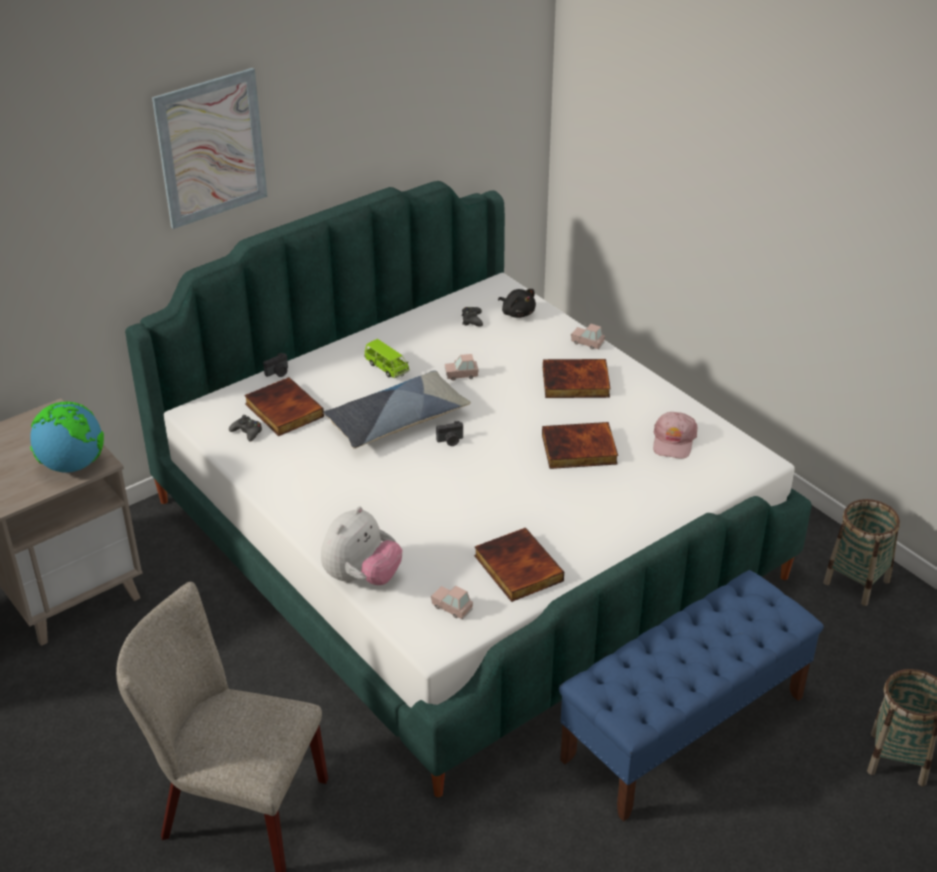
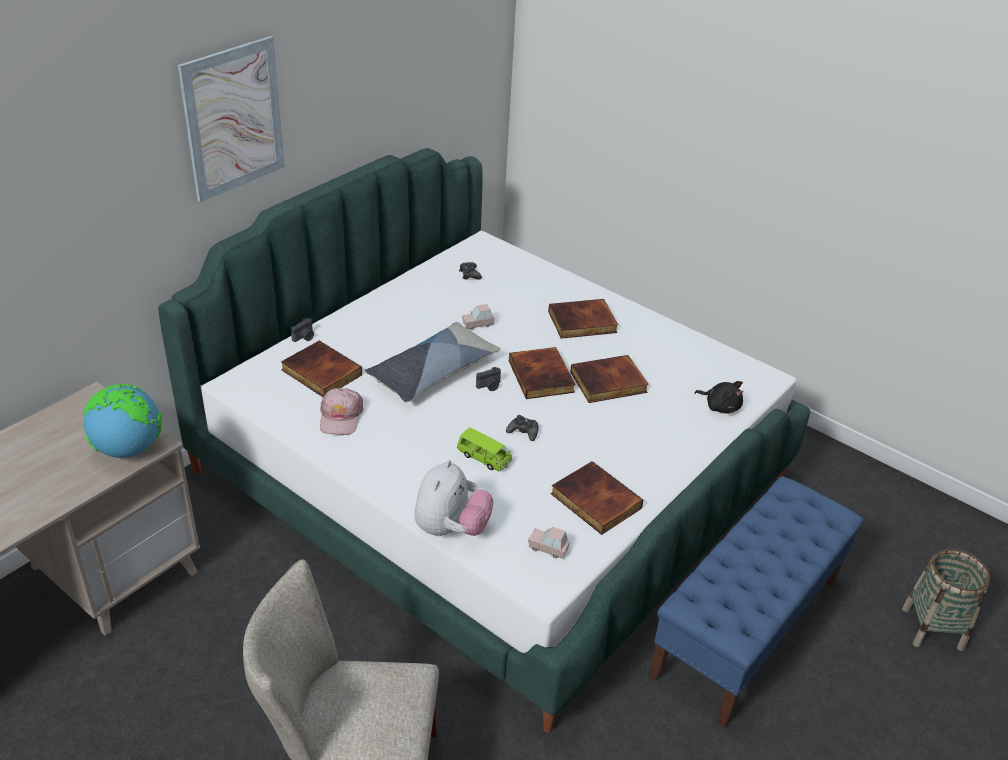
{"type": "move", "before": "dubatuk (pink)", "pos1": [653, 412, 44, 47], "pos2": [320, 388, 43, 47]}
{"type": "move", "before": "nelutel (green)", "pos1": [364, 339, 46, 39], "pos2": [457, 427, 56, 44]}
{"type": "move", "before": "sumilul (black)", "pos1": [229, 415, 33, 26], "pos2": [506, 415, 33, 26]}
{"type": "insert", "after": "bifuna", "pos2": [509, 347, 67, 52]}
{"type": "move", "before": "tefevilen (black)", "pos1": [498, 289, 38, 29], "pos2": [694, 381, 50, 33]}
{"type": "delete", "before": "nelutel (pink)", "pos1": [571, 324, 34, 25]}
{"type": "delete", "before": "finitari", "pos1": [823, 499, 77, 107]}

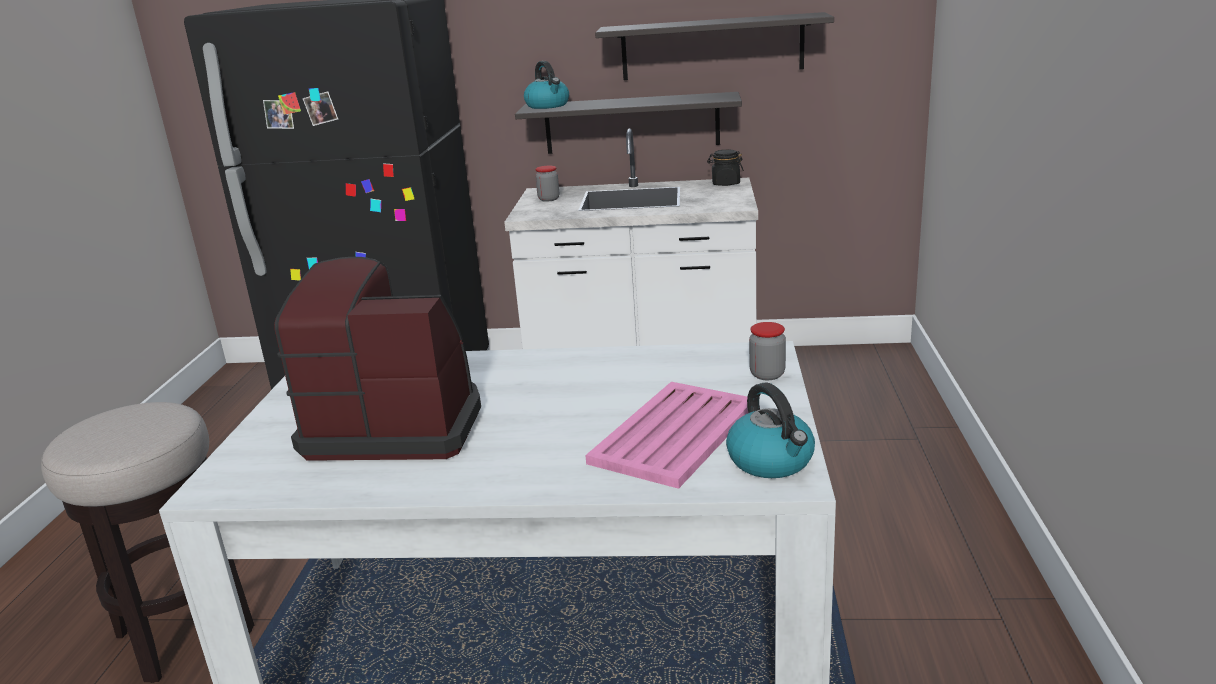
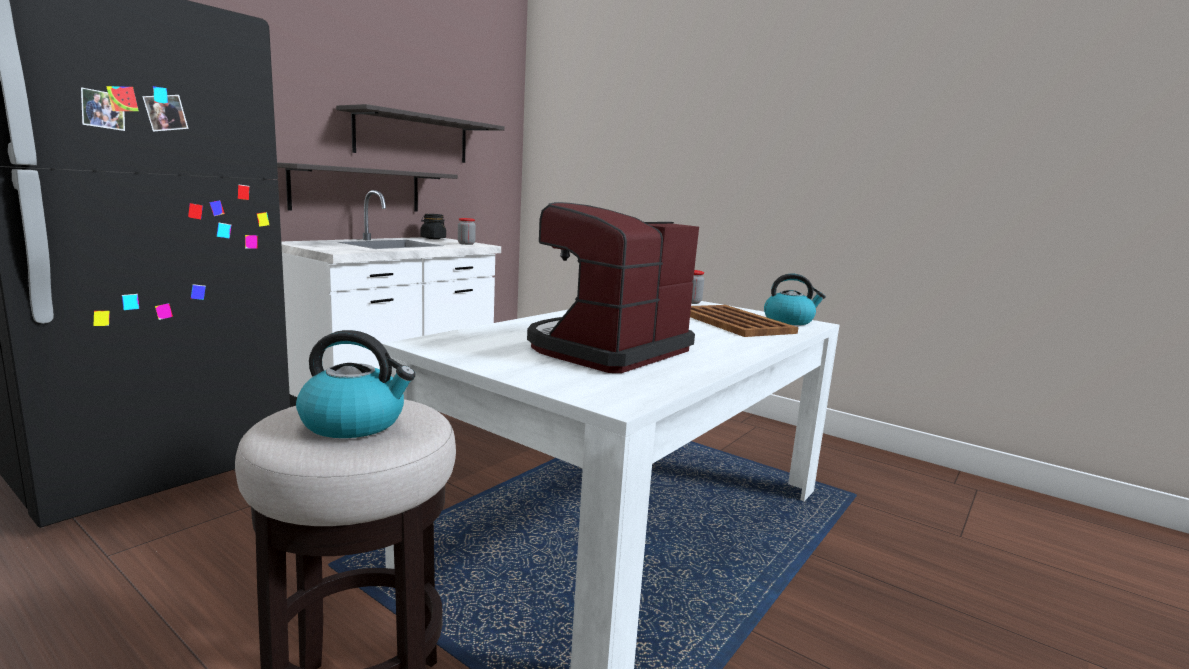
{"type": "move", "before": "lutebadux", "pos1": [524, 61, 45, 48], "pos2": [296, 330, 120, 108]}
{"type": "move", "before": "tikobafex", "pos1": [535, 166, 24, 36], "pos2": [458, 218, 18, 27]}
{"type": "recolor", "before": "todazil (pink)", "after": "todazil (brown)", "pos1": [585, 382, 163, 107], "pos2": [690, 305, 108, 32]}

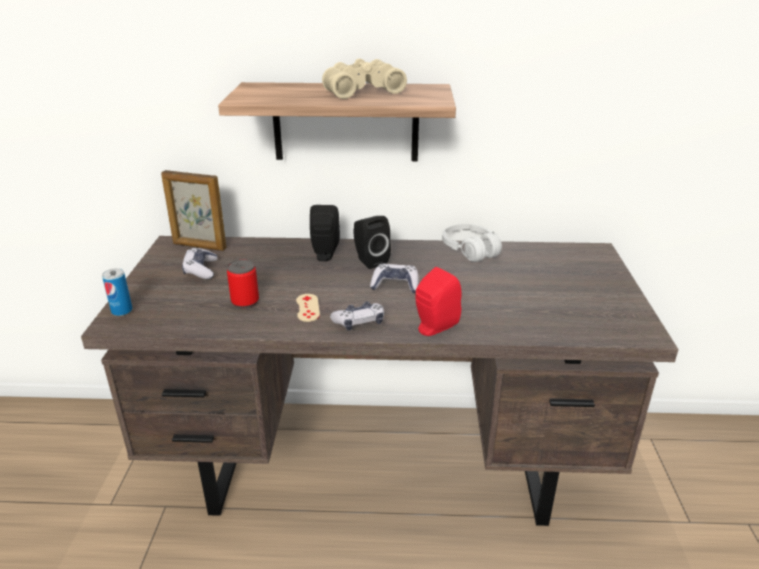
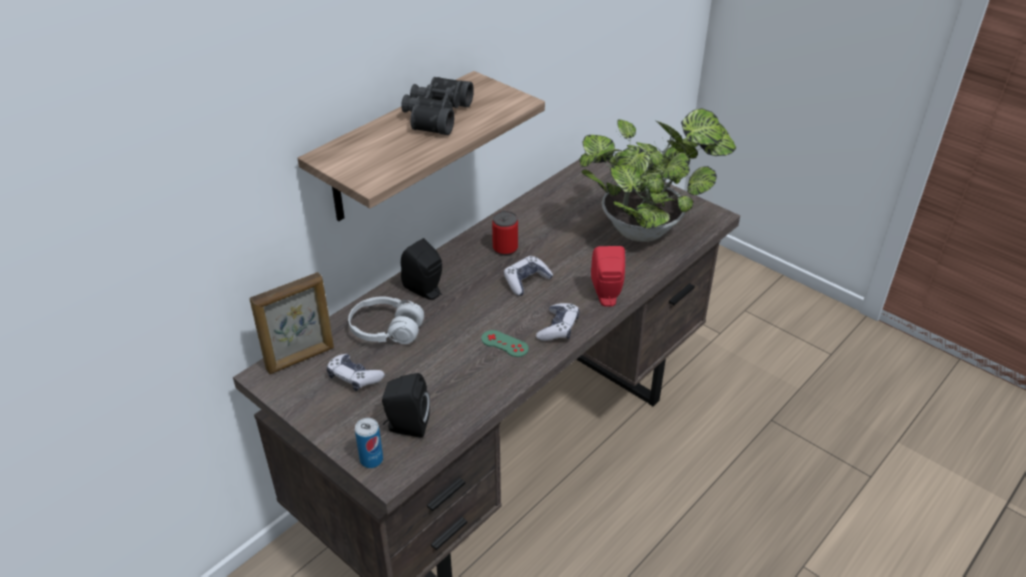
{"type": "move", "before": "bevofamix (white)", "pos1": [442, 224, 60, 38], "pos2": [348, 296, 76, 48]}
{"type": "move", "before": "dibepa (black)", "pos1": [353, 216, 38, 53], "pos2": [382, 373, 48, 65]}
{"type": "recolor", "before": "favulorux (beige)", "after": "favulorux (black)", "pos1": [322, 58, 85, 41], "pos2": [401, 77, 73, 58]}
{"type": "recolor", "before": "sumilul (beige)", "after": "sumilul (green)", "pos1": [296, 294, 24, 28], "pos2": [481, 330, 48, 27]}
{"type": "move", "before": "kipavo", "pos1": [227, 259, 32, 50], "pos2": [492, 211, 26, 45]}
{"type": "insert", "after": "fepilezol", "pos2": [579, 108, 157, 134]}

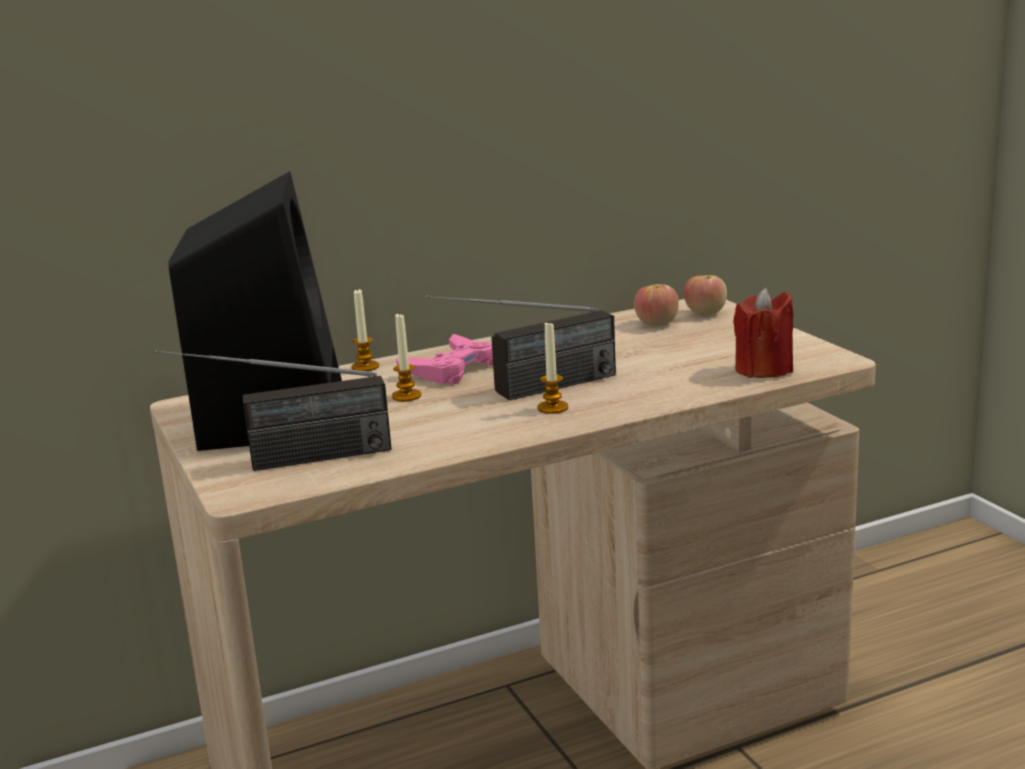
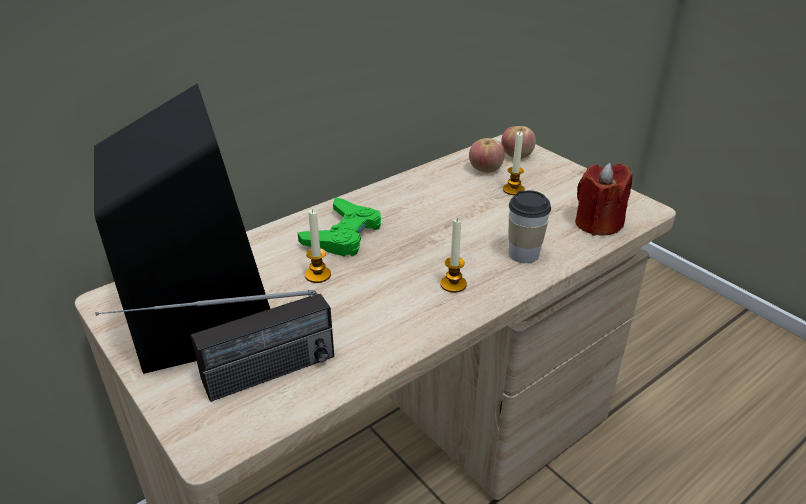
{"type": "recolor", "before": "sumilul (pink)", "after": "sumilul (green)", "pos1": [396, 334, 97, 51], "pos2": [298, 197, 83, 60]}
{"type": "move", "before": "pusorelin", "pos1": [351, 288, 28, 83], "pos2": [503, 132, 22, 63]}
{"type": "insert", "after": "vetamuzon", "pos2": [509, 190, 42, 73]}
{"type": "delete", "before": "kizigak", "pos1": [425, 295, 191, 106]}

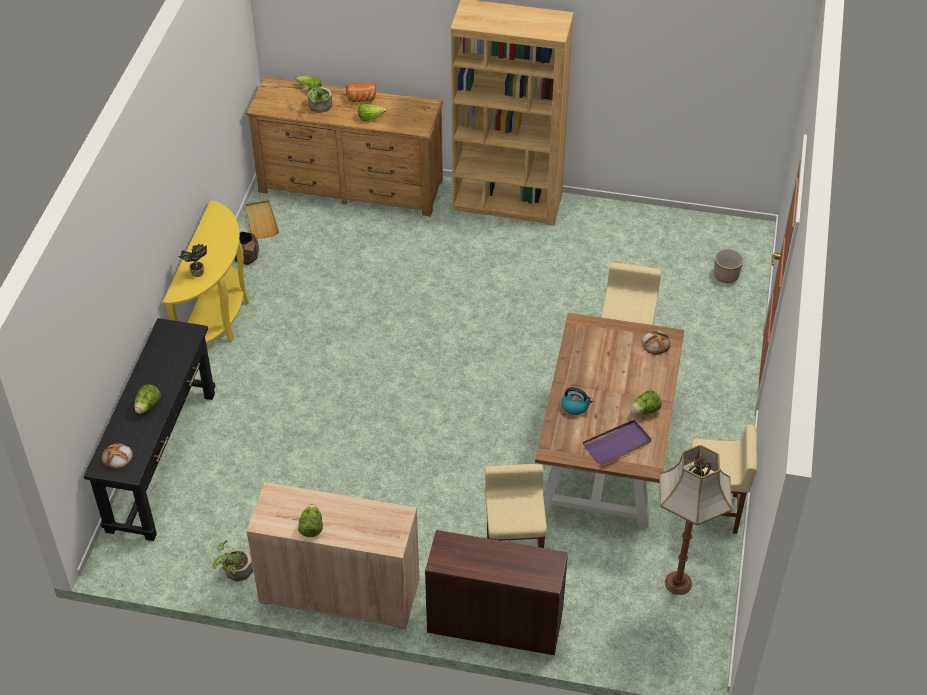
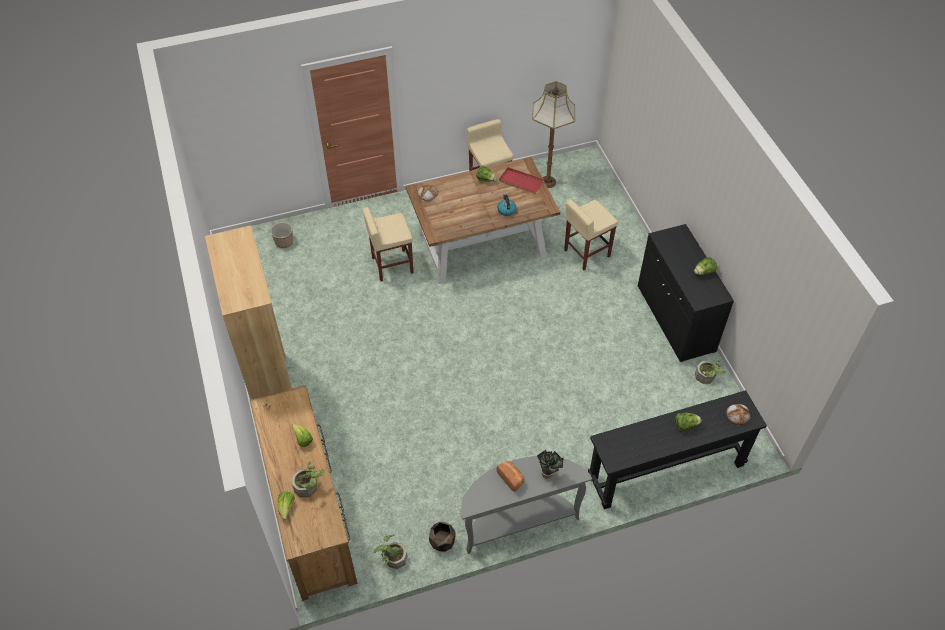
{"type": "replace", "before": "todazil (beige)", "after": "fepilezol", "pos1": [245, 200, 34, 39], "pos2": [374, 534, 33, 35]}
{"type": "recolor", "before": "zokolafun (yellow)", "after": "zokolafun (grey)", "pos1": [163, 200, 86, 144], "pos2": [460, 456, 132, 98]}
{"type": "move", "before": "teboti", "pos1": [346, 82, 30, 20], "pos2": [497, 461, 27, 31]}
{"type": "recolor", "before": "todazil (purple)", "after": "todazil (red)", "pos1": [583, 420, 69, 46], "pos2": [499, 167, 45, 27]}
{"type": "recolor", "before": "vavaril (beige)", "after": "vavaril (black)", "pos1": [246, 482, 174, 147], "pos2": [638, 224, 96, 138]}
{"type": "delete", "before": "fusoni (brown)", "pos1": [425, 530, 143, 125]}

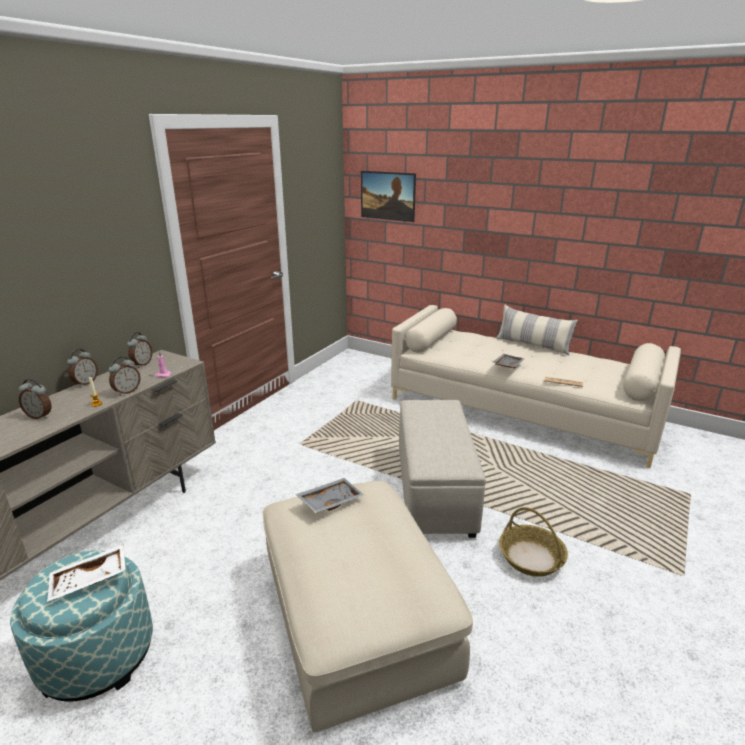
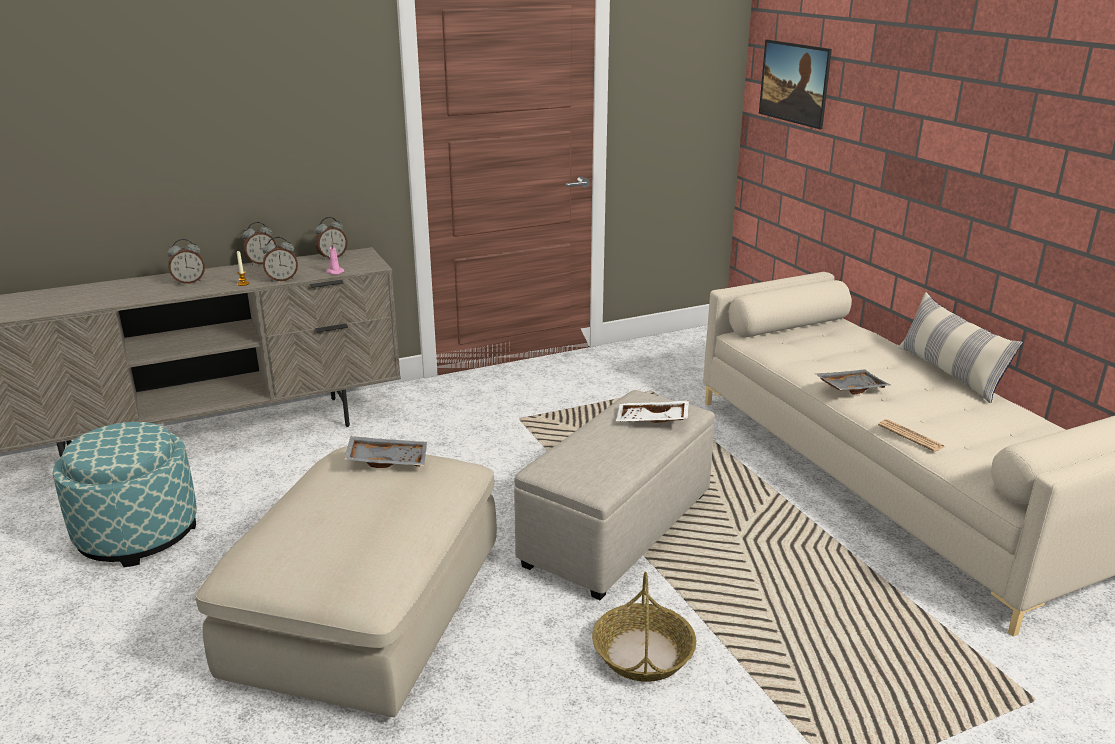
{"type": "rotate", "before": "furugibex", "pos1": [18, 379, 34, 40], "pos2": [167, 239, 38, 46], "turn": -75}
{"type": "move", "before": "todazil (white)", "pos1": [47, 544, 79, 58], "pos2": [616, 400, 73, 23]}

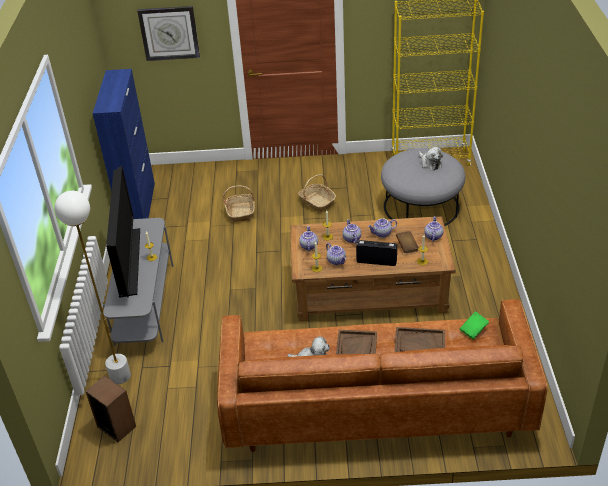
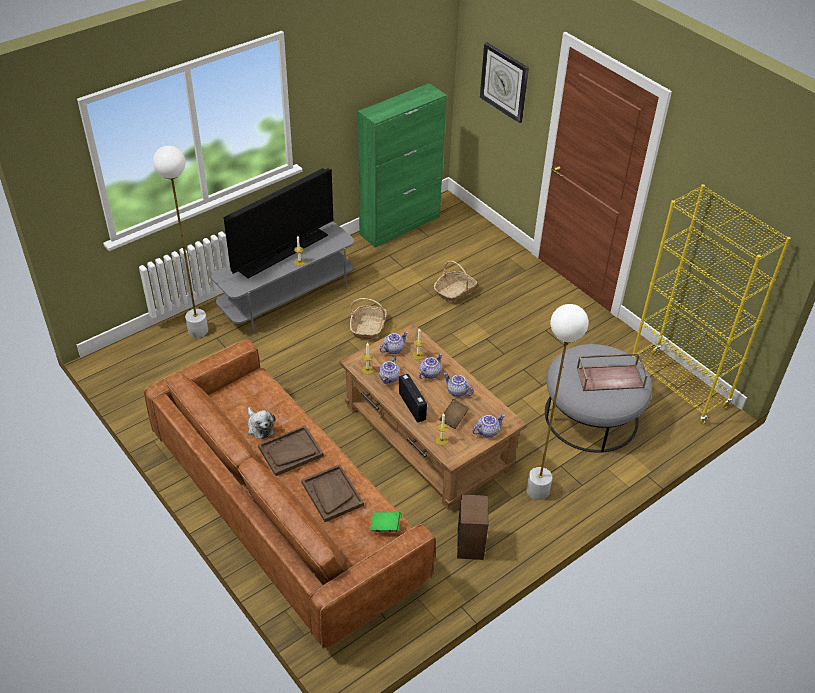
{"type": "move", "before": "finitari", "pos1": [298, 175, 38, 37], "pos2": [350, 298, 37, 42]}
{"type": "recolor", "before": "vavaril (blue)", "after": "vavaril (green)", "pos1": [92, 69, 63, 150], "pos2": [358, 83, 89, 164]}
{"type": "move", "before": "dibepa", "pos1": [85, 376, 51, 66], "pos2": [457, 494, 31, 66]}
{"type": "insert", "after": "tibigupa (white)", "pos2": [526, 304, 63, 196]}
{"type": "replace", "before": "tefevilen", "after": "todazil (brown)", "pos1": [419, 147, 24, 23], "pos2": [577, 353, 71, 38]}

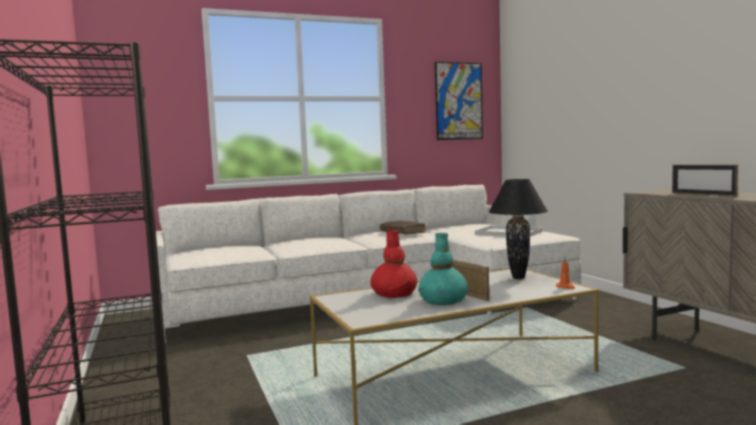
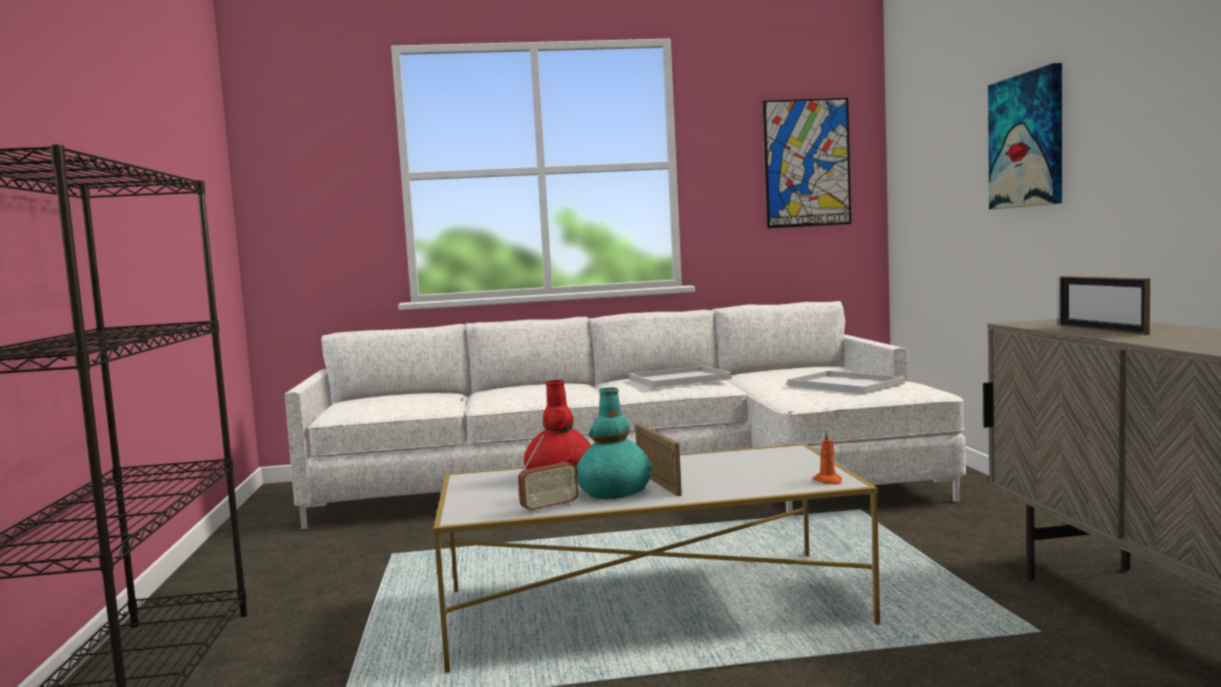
{"type": "insert", "after": "kizigak", "pos2": [518, 435, 60, 78]}
{"type": "replace", "before": "bifuna (brown)", "after": "todazil (white)", "pos1": [380, 220, 46, 15], "pos2": [629, 366, 103, 22]}
{"type": "insert", "after": "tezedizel", "pos2": [988, 63, 74, 146]}
{"type": "delete", "before": "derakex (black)", "pos1": [489, 179, 59, 100]}

